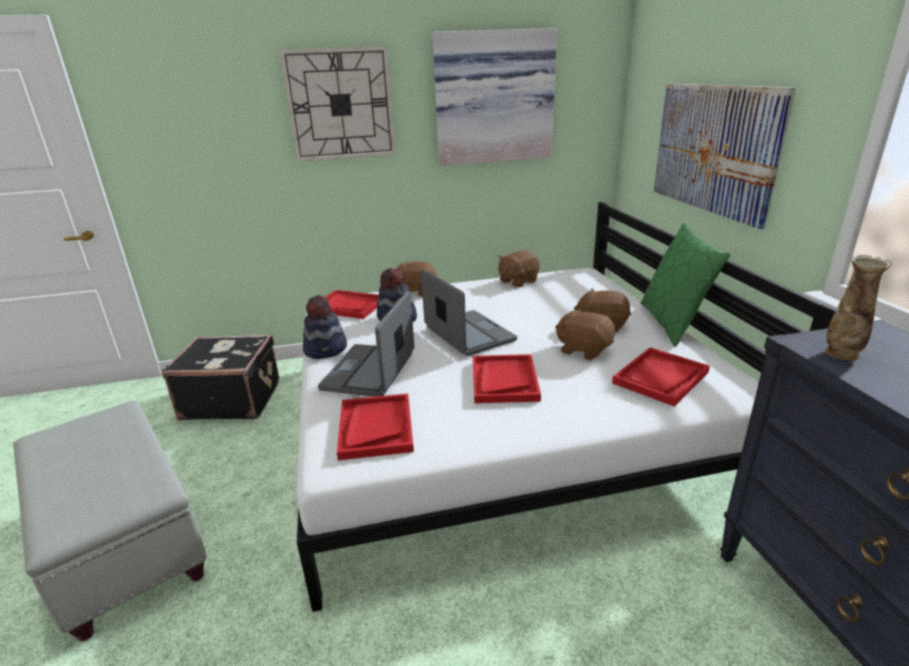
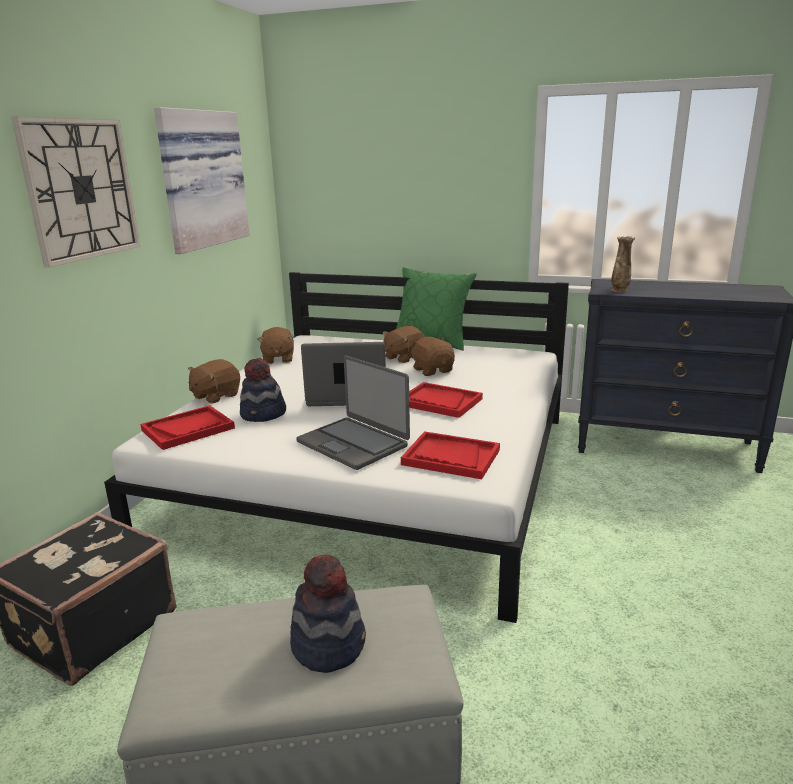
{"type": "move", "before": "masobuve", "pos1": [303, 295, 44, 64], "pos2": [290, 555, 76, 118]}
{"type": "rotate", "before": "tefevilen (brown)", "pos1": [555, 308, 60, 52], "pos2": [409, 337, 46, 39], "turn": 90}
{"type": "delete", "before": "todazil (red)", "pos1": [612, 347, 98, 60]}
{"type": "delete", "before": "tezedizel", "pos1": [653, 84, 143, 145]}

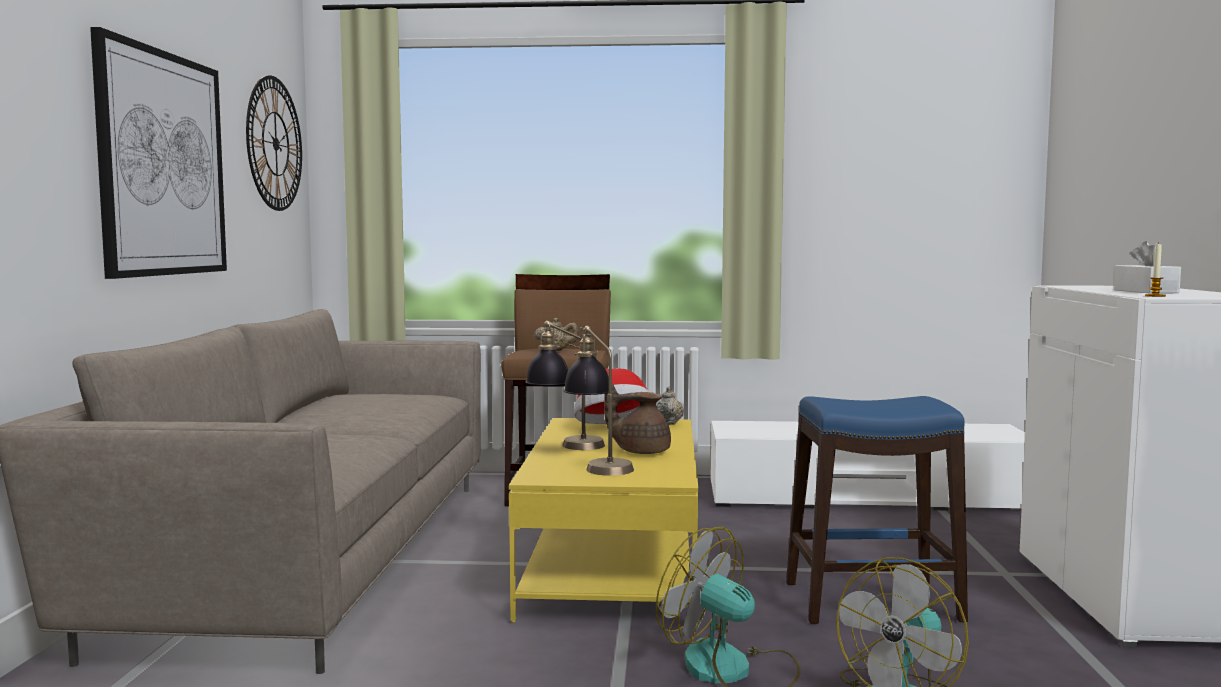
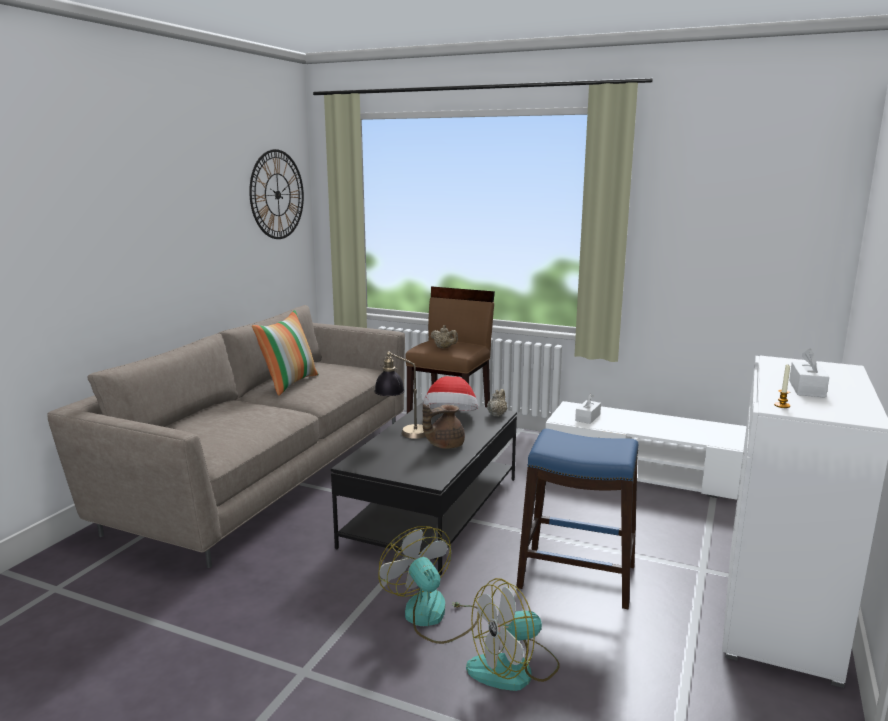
{"type": "insert", "after": "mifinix", "pos2": [252, 310, 67, 86]}
{"type": "recolor", "before": "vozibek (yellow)", "after": "vozibek (black)", "pos1": [509, 418, 190, 204], "pos2": [331, 402, 186, 173]}
{"type": "rotate", "before": "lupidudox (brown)", "pos1": [604, 384, 67, 70], "pos2": [423, 404, 42, 45], "turn": -45}
{"type": "insert", "after": "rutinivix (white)", "pos2": [575, 394, 26, 30]}
{"type": "delete", "before": "tezedizel", "pos1": [90, 27, 137, 252]}
{"type": "delete", "before": "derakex", "pos1": [563, 326, 71, 150]}

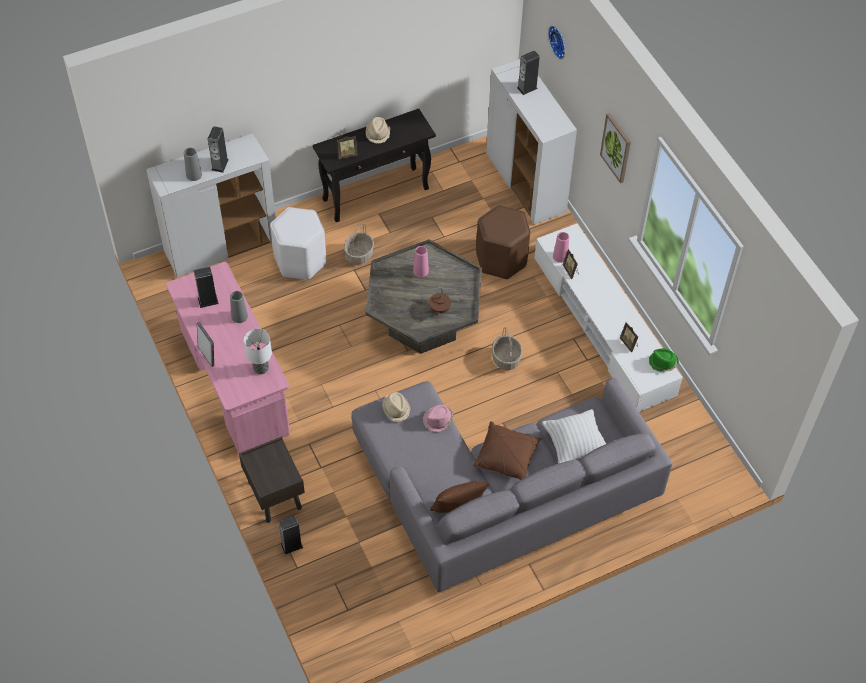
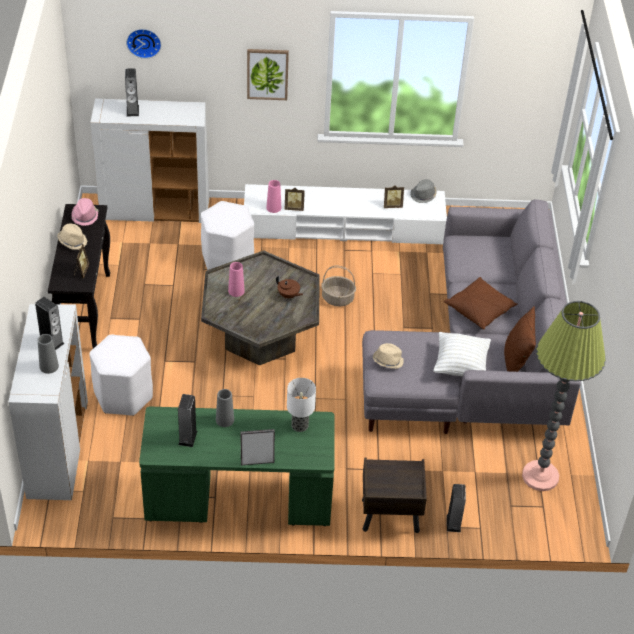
{"type": "move", "before": "masobuve (pink)", "pos1": [423, 405, 30, 27], "pos2": [72, 198, 27, 28]}
{"type": "recolor", "before": "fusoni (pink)", "after": "fusoni (green)", "pos1": [166, 262, 124, 191], "pos2": [139, 407, 196, 119]}
{"type": "recolor", "before": "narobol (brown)", "after": "narobol (white)", "pos1": [476, 205, 55, 75], "pos2": [201, 201, 53, 69]}
{"type": "recolor", "before": "masobuve (green)", "after": "masobuve (grey)", "pos1": [649, 348, 30, 24], "pos2": [410, 179, 27, 24]}
{"type": "move", "before": "mifinix (white)", "pos1": [542, 409, 64, 54], "pos2": [433, 332, 58, 44]}
{"type": "insert", "after": "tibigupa", "pos2": [522, 301, 84, 190]}
{"type": "delete", "before": "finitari", "pos1": [344, 223, 30, 42]}

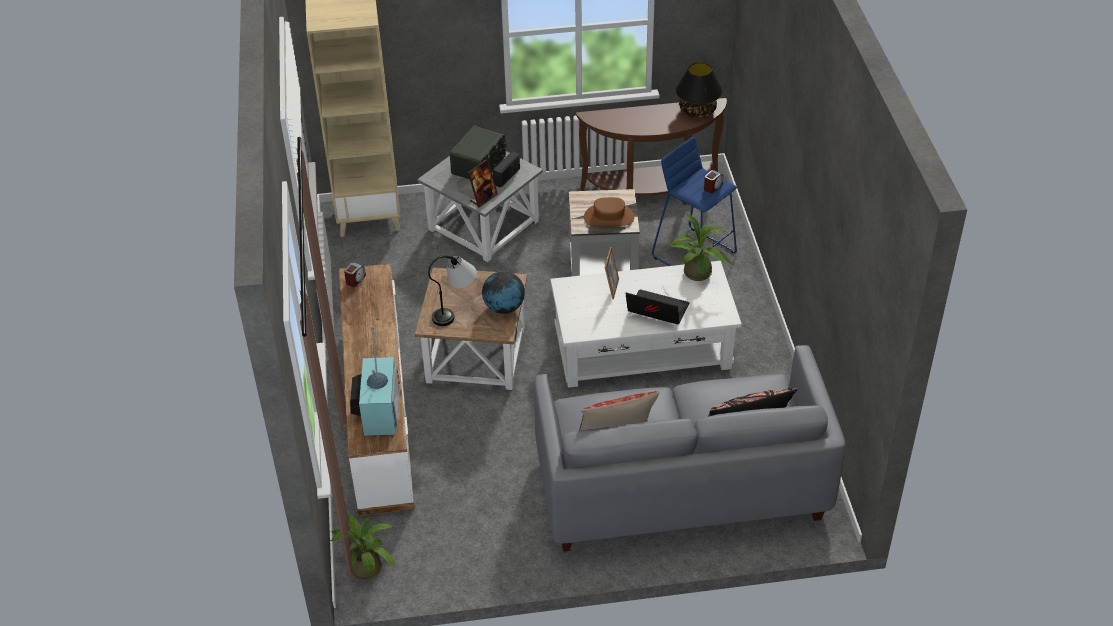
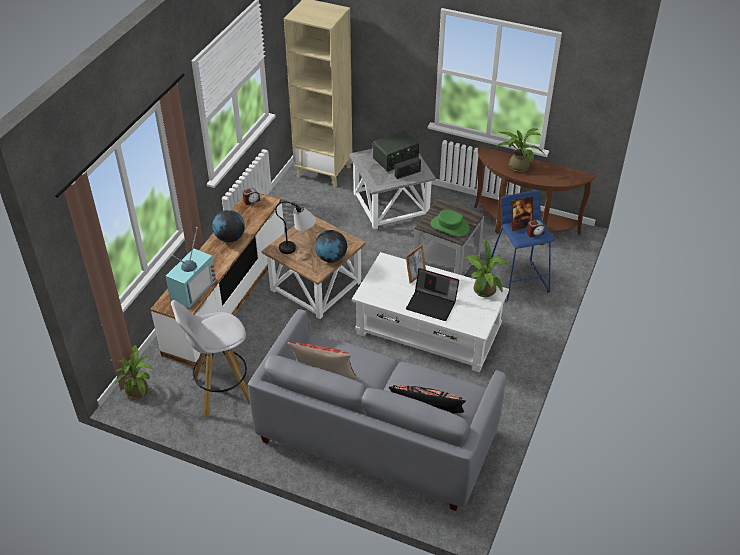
{"type": "insert", "after": "narobol (white)", "pos2": [171, 300, 79, 117]}
{"type": "insert", "after": "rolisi", "pos2": [212, 210, 33, 32]}
{"type": "rotate", "before": "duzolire", "pos1": [625, 289, 64, 36], "pos2": [406, 268, 53, 53], "turn": 150}
{"type": "recolor", "before": "masobuve (brown)", "after": "masobuve (green)", "pos1": [584, 197, 50, 30], "pos2": [431, 209, 38, 28]}
{"type": "insert", "after": "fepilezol", "pos2": [495, 128, 49, 45]}
{"type": "move", "before": "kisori", "pos1": [468, 159, 30, 48], "pos2": [509, 196, 24, 35]}
{"type": "delete", "before": "derakex (black)", "pos1": [676, 62, 46, 56]}

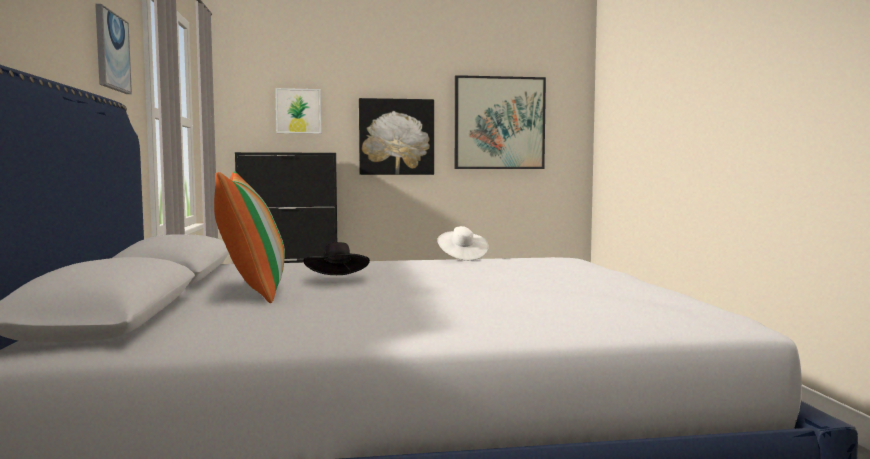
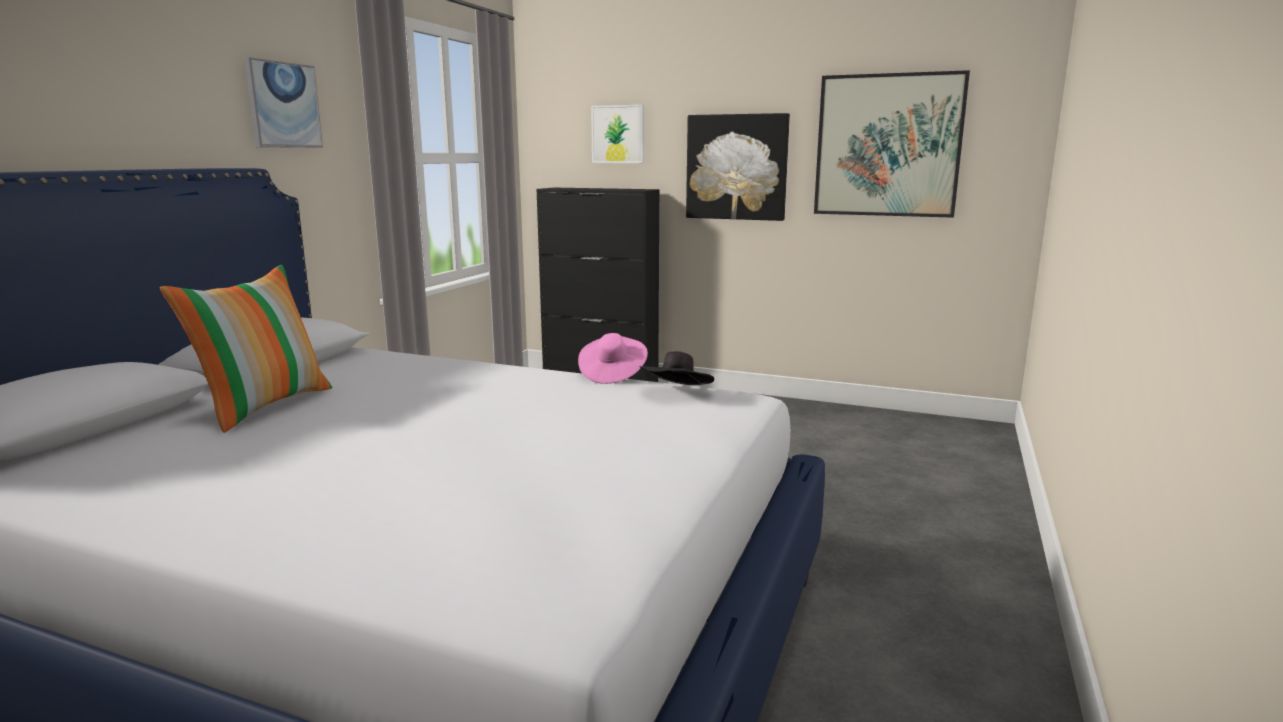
{"type": "recolor", "before": "masobuve (white)", "after": "masobuve (pink)", "pos1": [437, 226, 52, 35], "pos2": [578, 333, 70, 51]}
{"type": "move", "before": "masobuve (black)", "pos1": [303, 242, 67, 33], "pos2": [640, 351, 74, 34]}

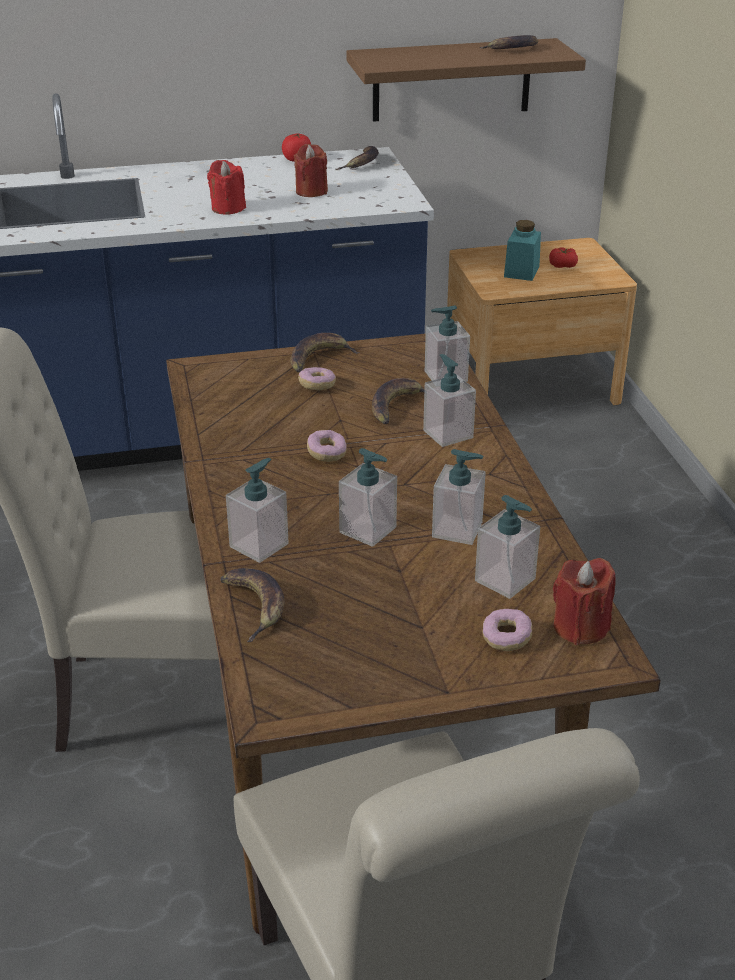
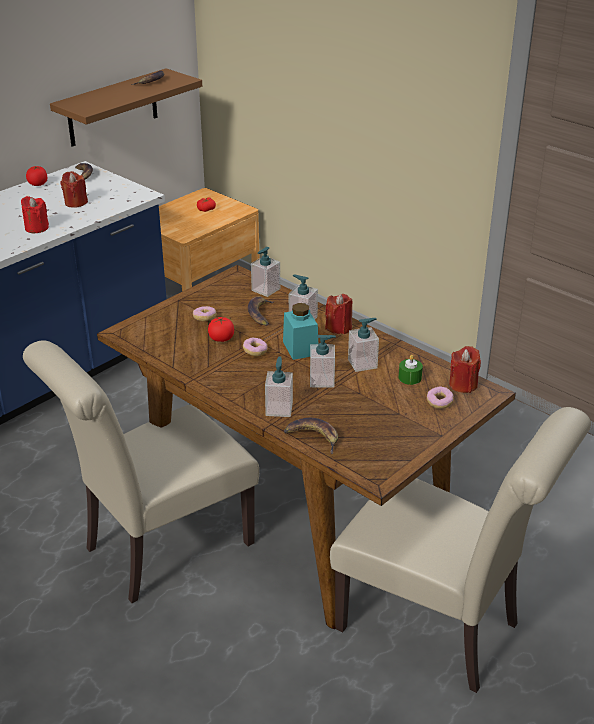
{"type": "insert", "after": "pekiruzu", "pos2": [208, 317, 26, 25]}
{"type": "move", "before": "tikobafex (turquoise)", "pos1": [504, 220, 37, 61], "pos2": [283, 303, 35, 57]}
{"type": "insert", "after": "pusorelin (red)", "pos2": [325, 294, 28, 40]}
{"type": "replace", "before": "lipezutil", "after": "pusorelin (green)", "pos1": [475, 495, 65, 104], "pos2": [399, 355, 24, 30]}
{"type": "delete", "before": "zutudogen", "pos1": [290, 333, 70, 39]}

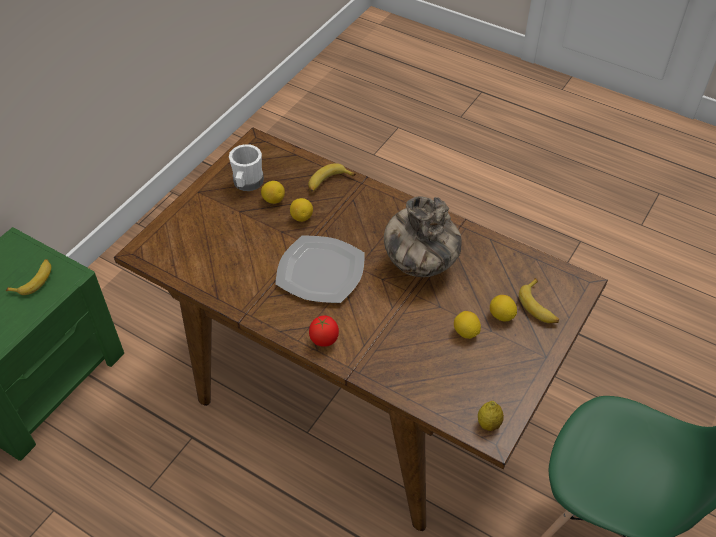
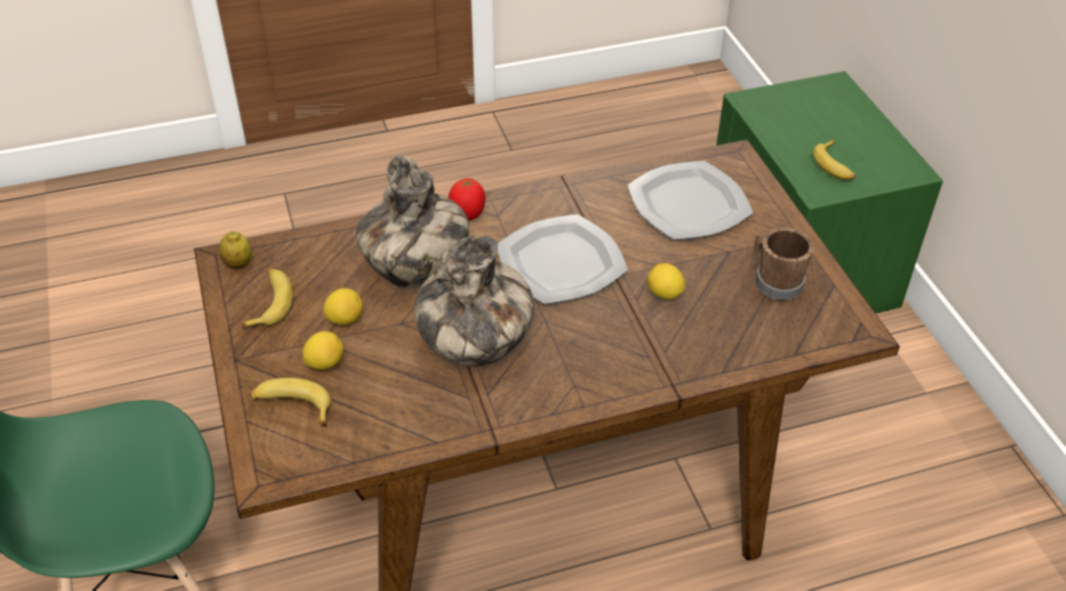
{"type": "move", "before": "zutudogen", "pos1": [308, 163, 48, 29], "pos2": [243, 268, 50, 60]}
{"type": "insert", "after": "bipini", "pos2": [356, 155, 113, 134]}
{"type": "insert", "after": "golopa", "pos2": [628, 161, 125, 79]}
{"type": "recolor", "before": "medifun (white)", "after": "medifun (brown)", "pos1": [229, 144, 35, 47], "pos2": [754, 227, 60, 73]}
{"type": "delete", "before": "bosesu", "pos1": [261, 181, 24, 23]}

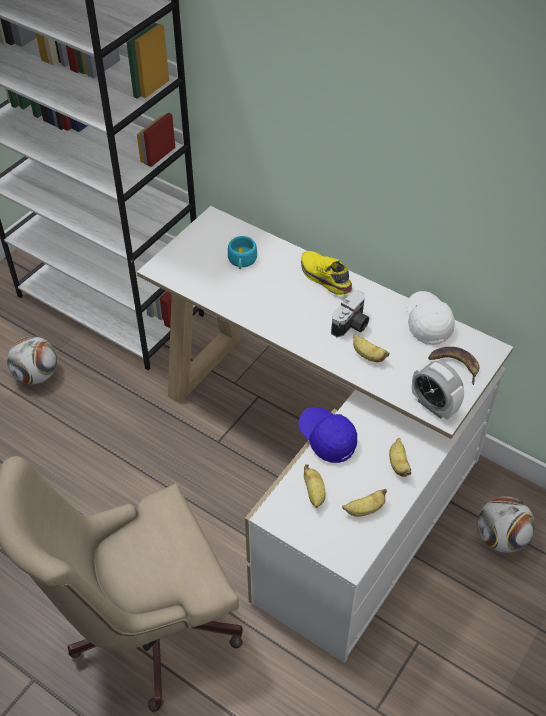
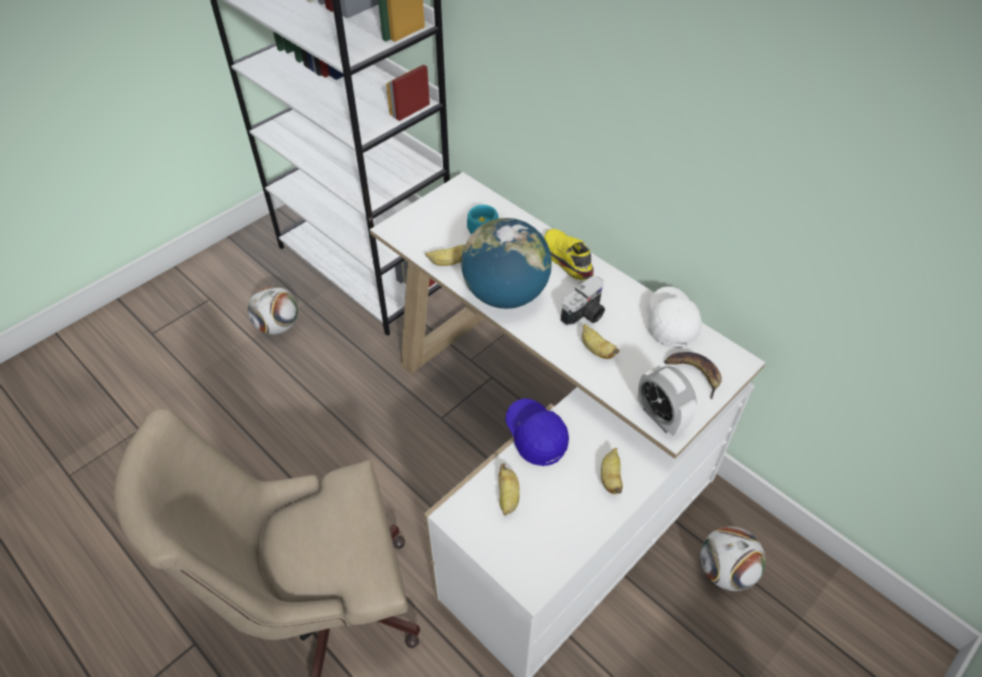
{"type": "move", "before": "zutudogen", "pos1": [342, 489, 45, 28], "pos2": [425, 245, 40, 21]}
{"type": "insert", "after": "rolisi", "pos2": [461, 218, 91, 91]}

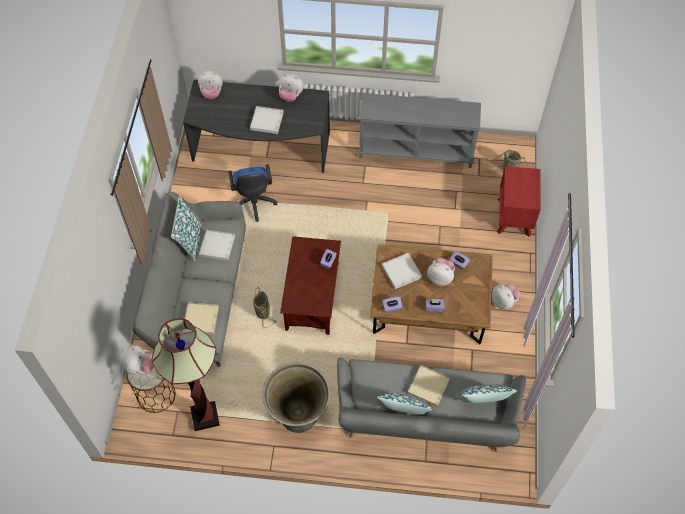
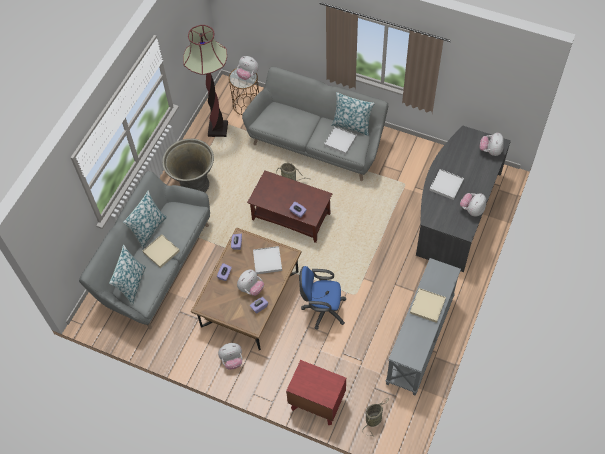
{"type": "move", "before": "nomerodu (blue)", "pos1": [228, 164, 50, 58], "pos2": [299, 266, 47, 64]}
{"type": "move", "before": "todazil (beige)", "pos1": [183, 302, 36, 32], "pos2": [410, 288, 36, 35]}

